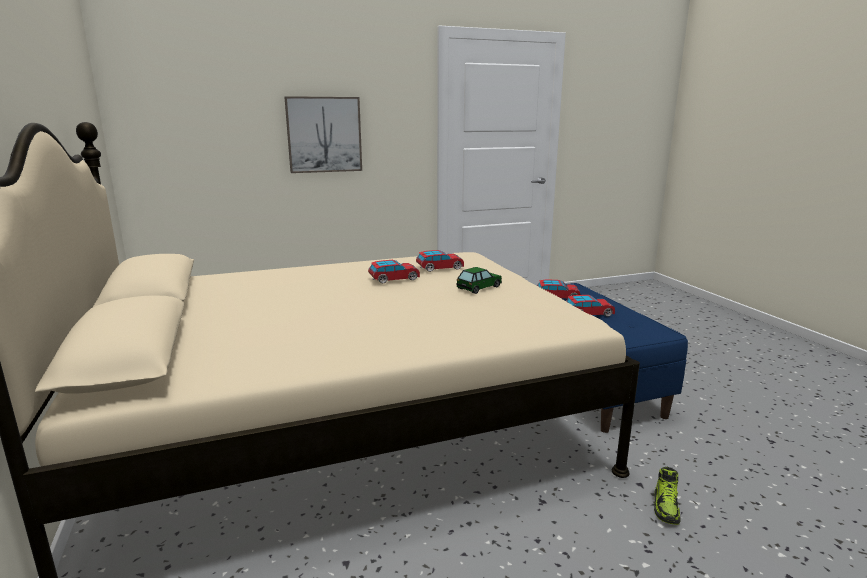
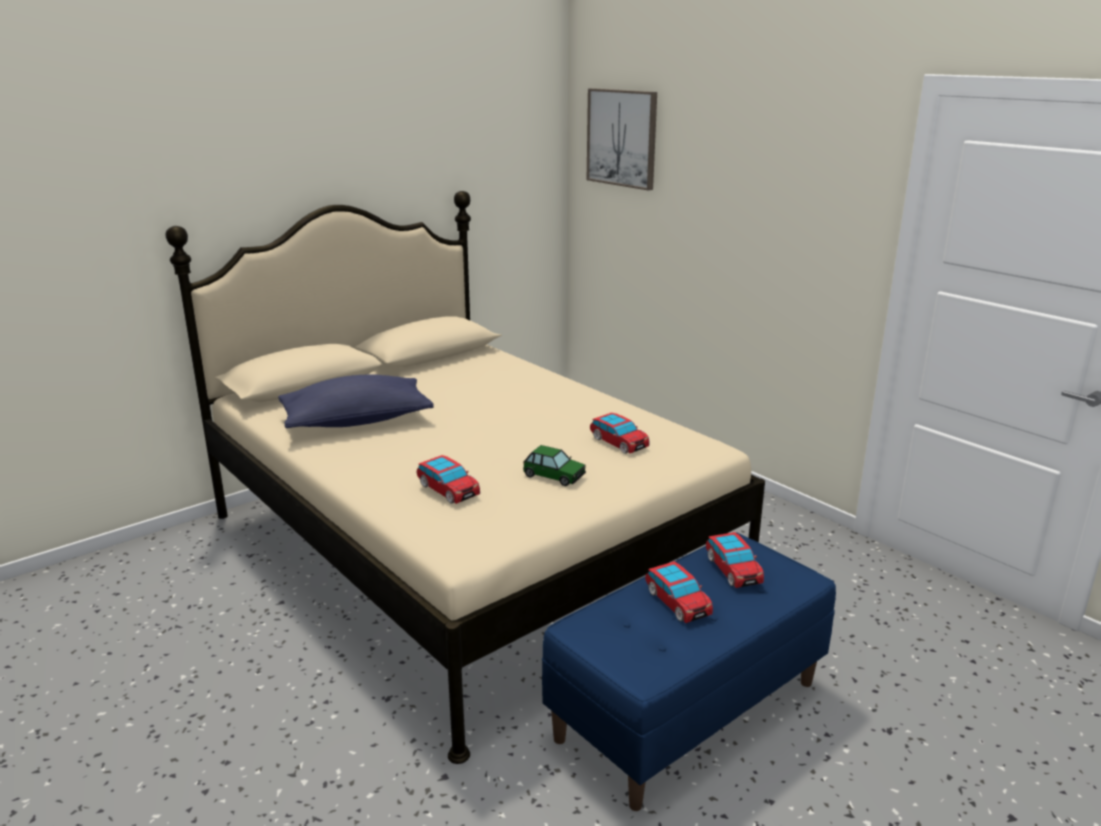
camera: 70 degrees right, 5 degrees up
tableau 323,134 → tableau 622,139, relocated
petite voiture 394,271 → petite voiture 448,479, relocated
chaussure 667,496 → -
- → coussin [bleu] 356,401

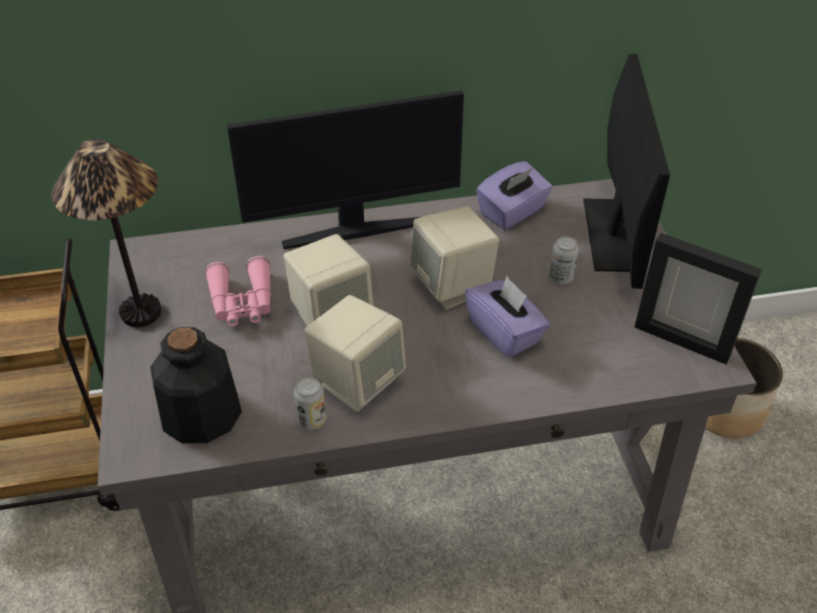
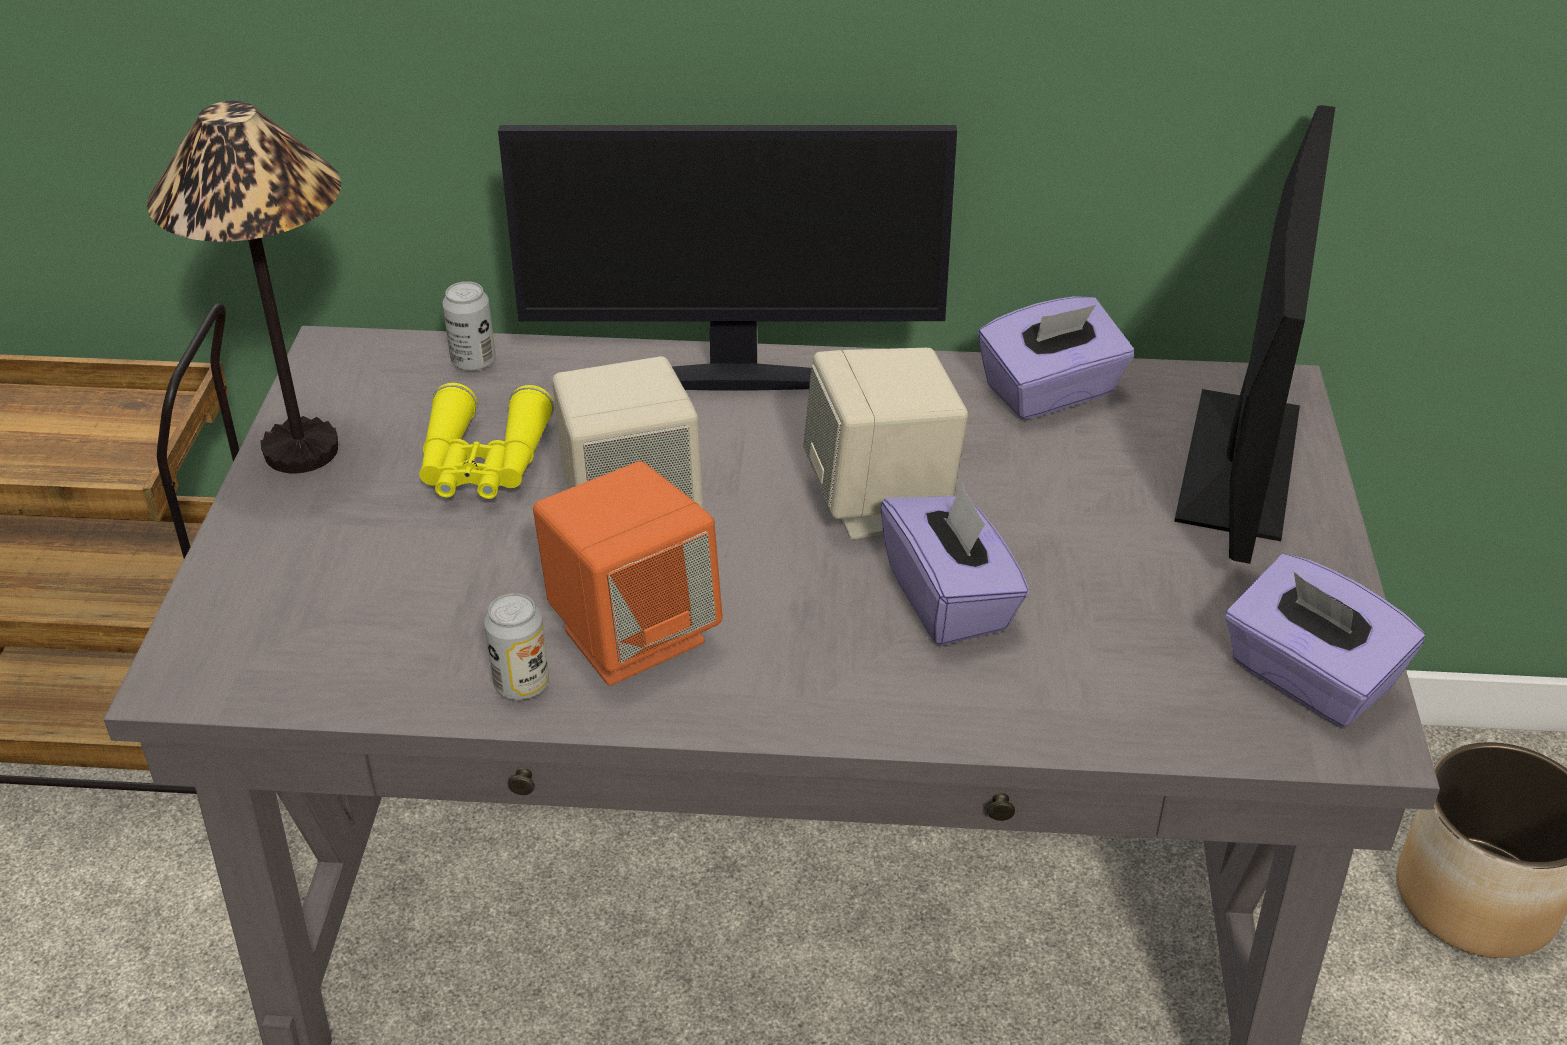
camera: 15 degrees right, 5 degrees down
bouteille 196,385 → -
jumelles [rose] 238,291 → jumelles [jaune] 486,441
enceinte [beige] 355,353 → enceinte [orange] 628,573
boîte métallique 564,260 → boîte métallique 469,326, relocated
cadre photo 698,298 → boîte à mouchoirs [violet] 1325,640

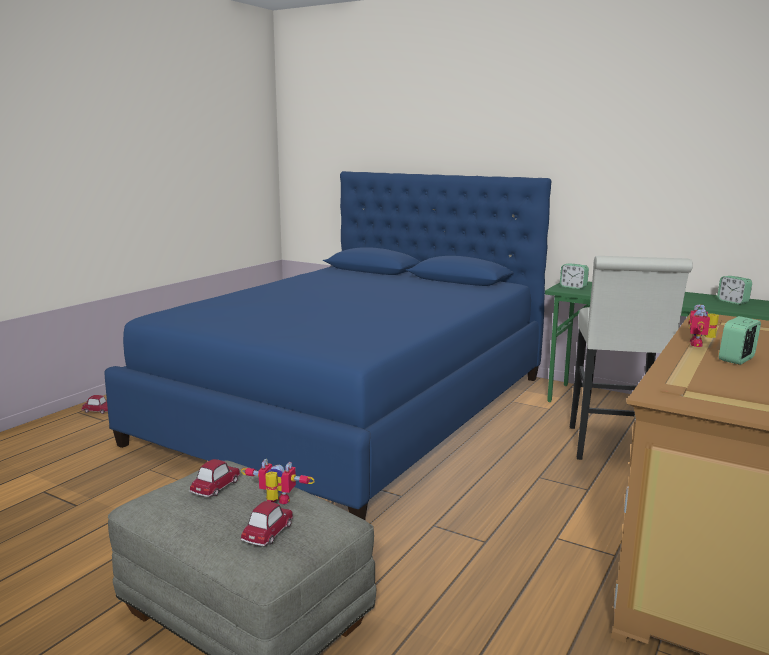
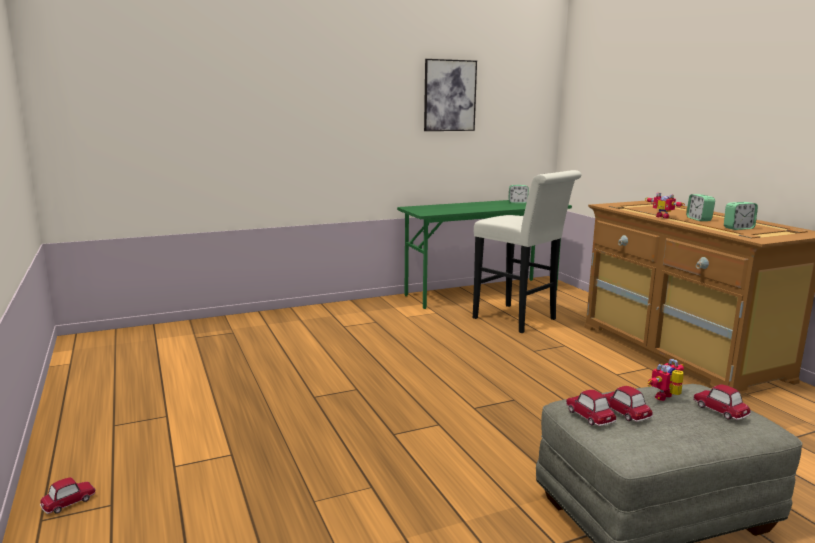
camera: 55 degrees left, 0 degrees up
lit [bleu] 327,345 → -
réveil 574,276 → réveil 741,216, relocated
- → tableau 450,95
- → petite voiture 591,408

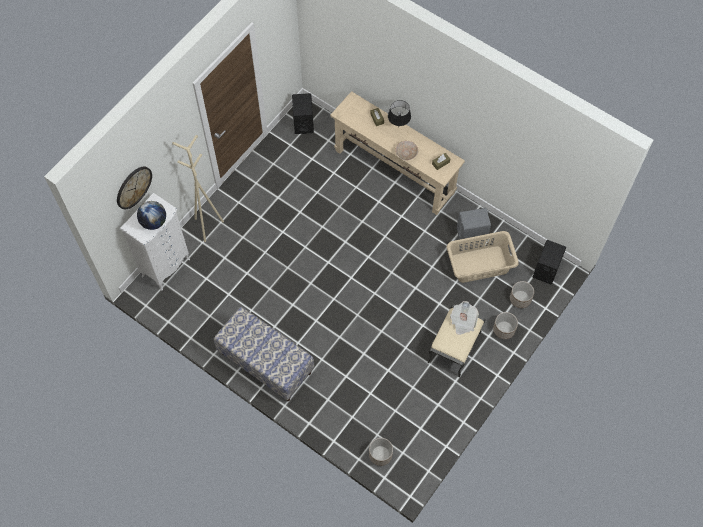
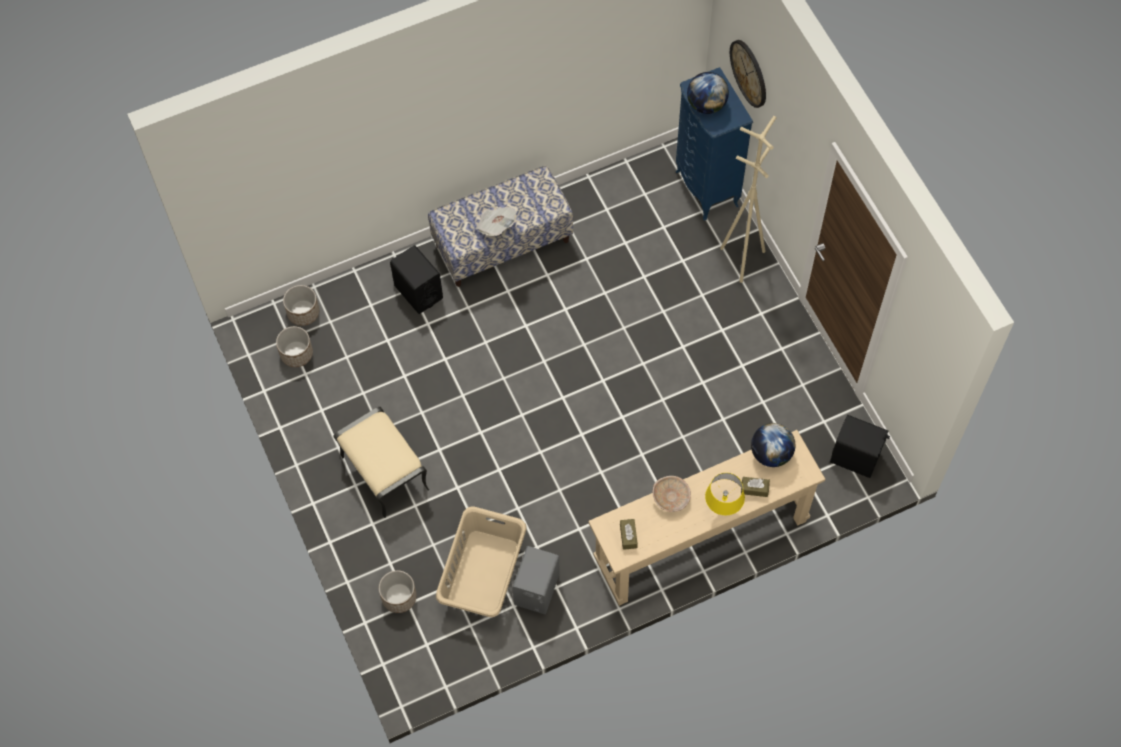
camera: 120 degrees right, 0 degrees up
commode [blanc] 155,242 → commode [bleu] 714,144
lampe de table [noir] 399,114 → lampe de table [jaune] 725,494
journal 464,318 → journal 496,221, relocated
cache-pot 505,325 → cache-pot 294,346, relocated
enceinte [noir] 549,262 → enceinte [noir] 416,279, relocated
- → globe 773,445

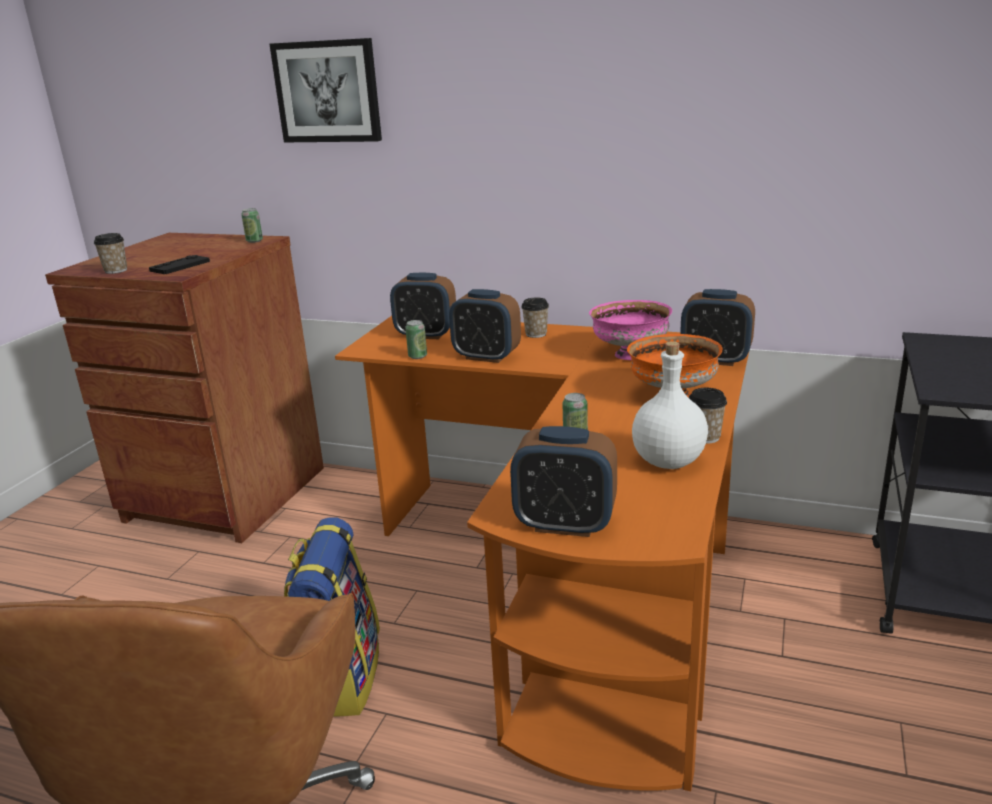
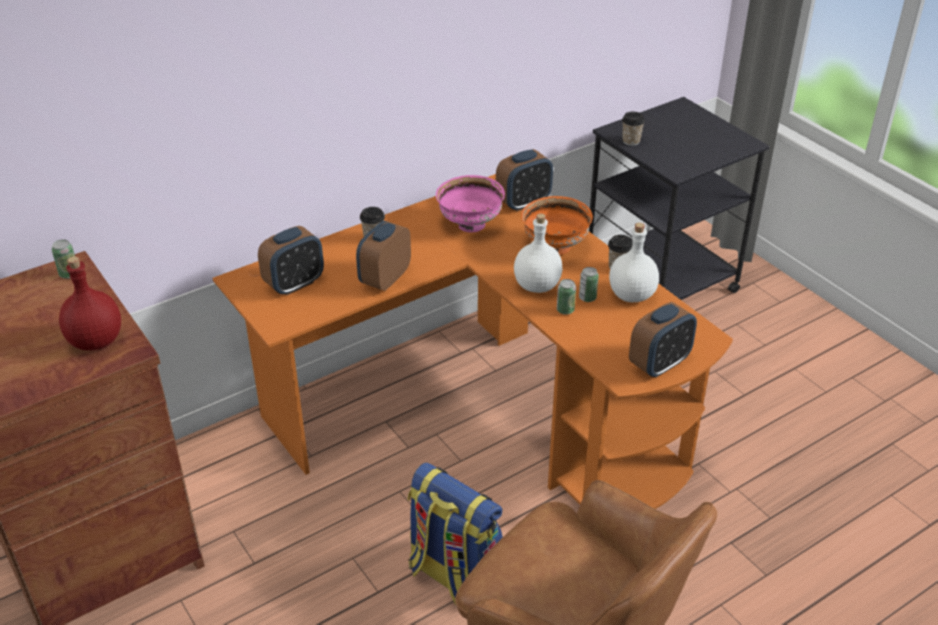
camera: 55 degrees left, 15 degrees up
tasse 110,253 → tasse 633,129, relocated
manette [noir] 179,264 → bouteille [rouge] 90,303
tableau 325,90 → -
boîte métallique 416,339 → boîte métallique 589,284, relocated
réveil 485,326 → réveil 383,256, 150 degrees clockwise
- → bouteille [blanc] 538,253

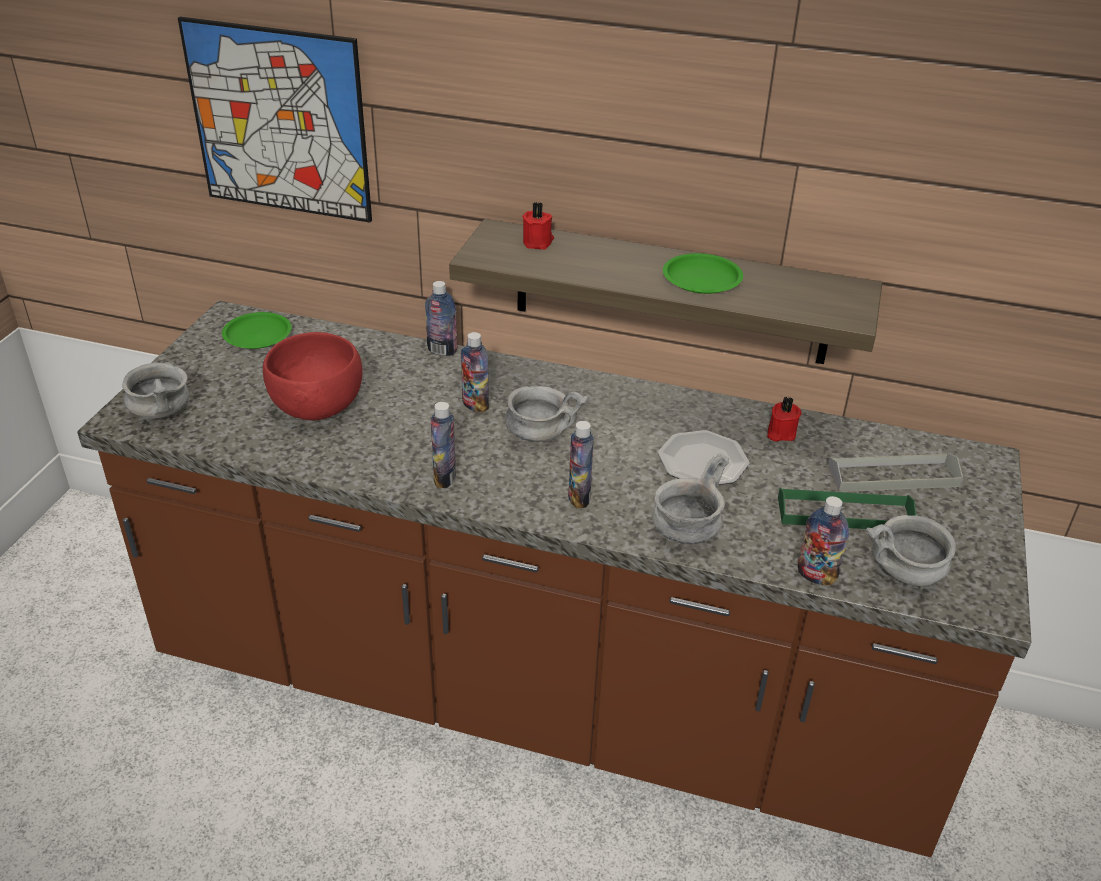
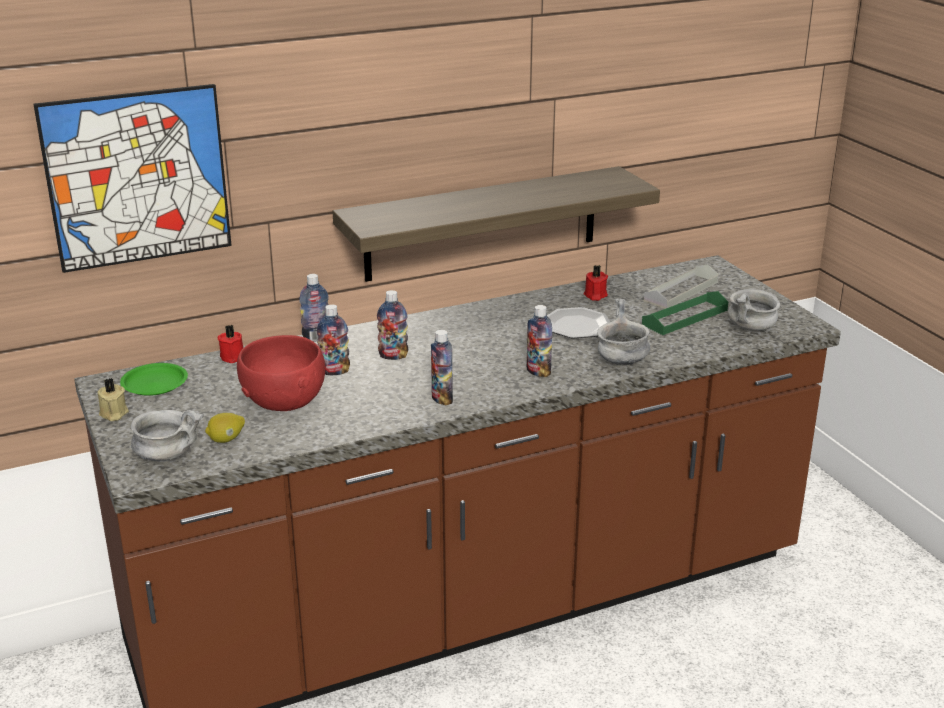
camera: 40 degrees left, 10 degrees down
bol [gris] 546,414 → -
bougie [rouge] 538,225 → bougie [rouge] 230,344, relocated
assiette [vert] 703,273 → -
bouteille 823,540 → bouteille 333,339, relocated
- → bougie [beige] 113,399
- → citron 225,428

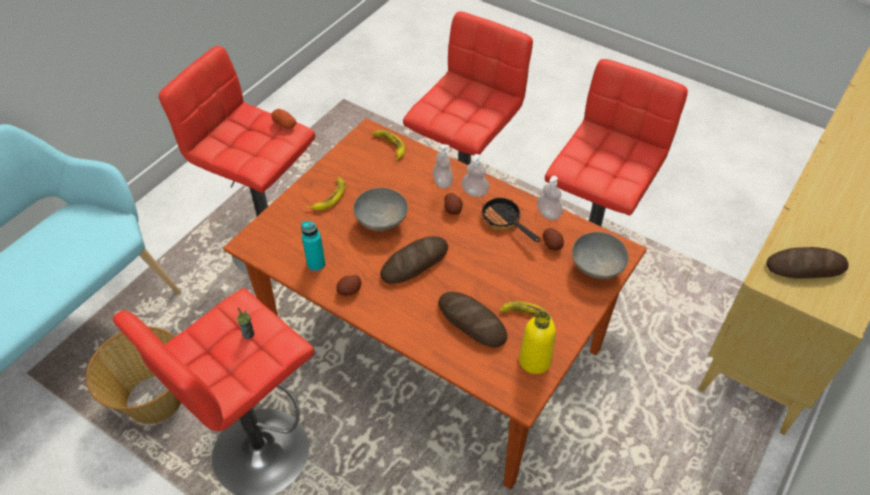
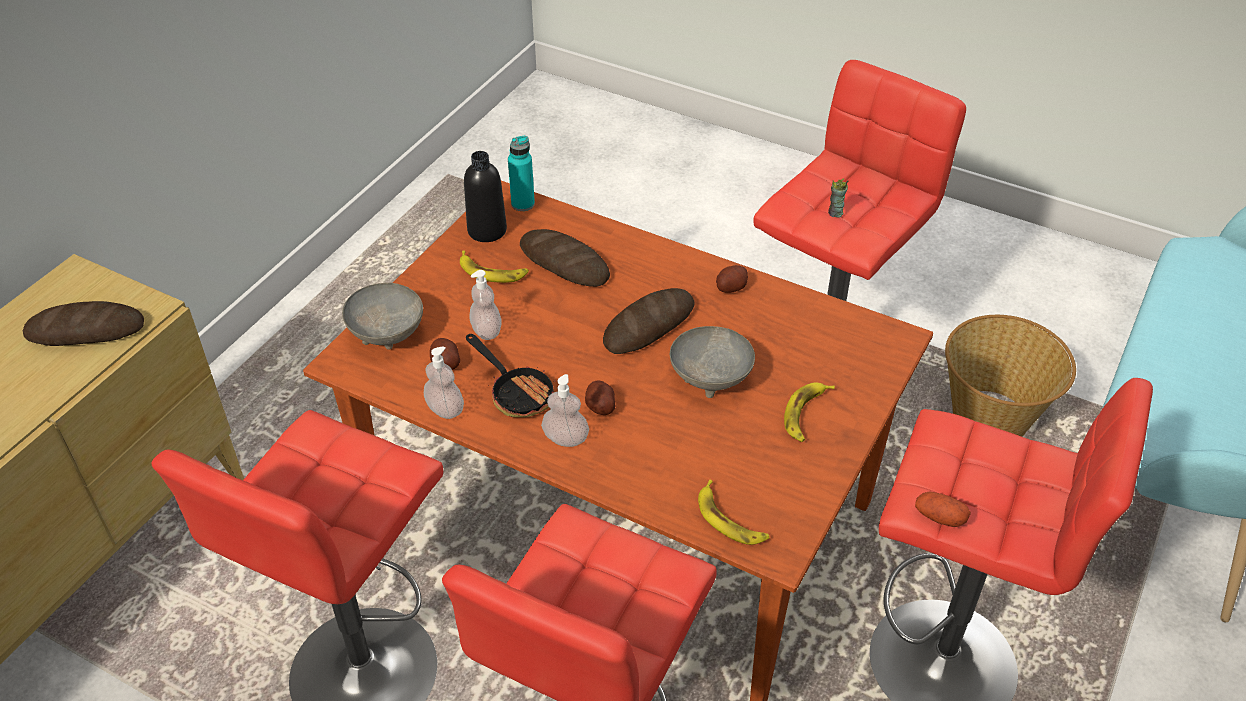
camera: 175 degrees right, 5 degrees down
bouteille [turquoise] 313,246 → bouteille [turquoise] 521,173, relocated
distributeur de savon 443,166 → distributeur de savon 485,305, relocated
bouteille [jaune] 537,342 → bouteille [noir] 485,196

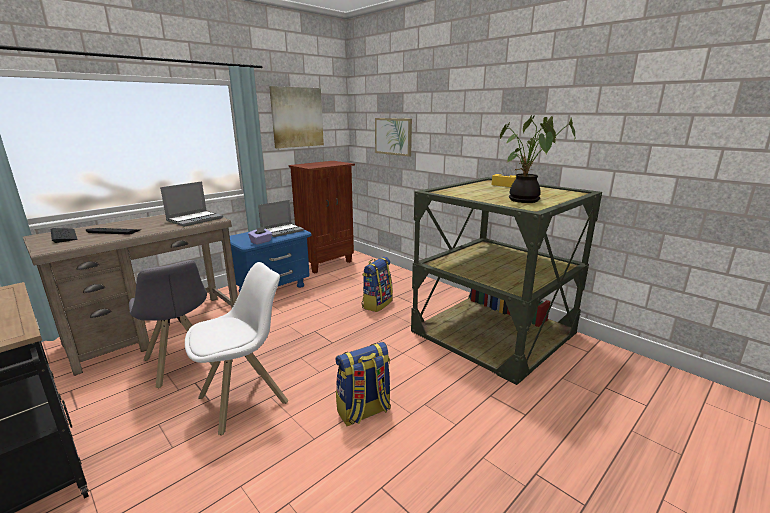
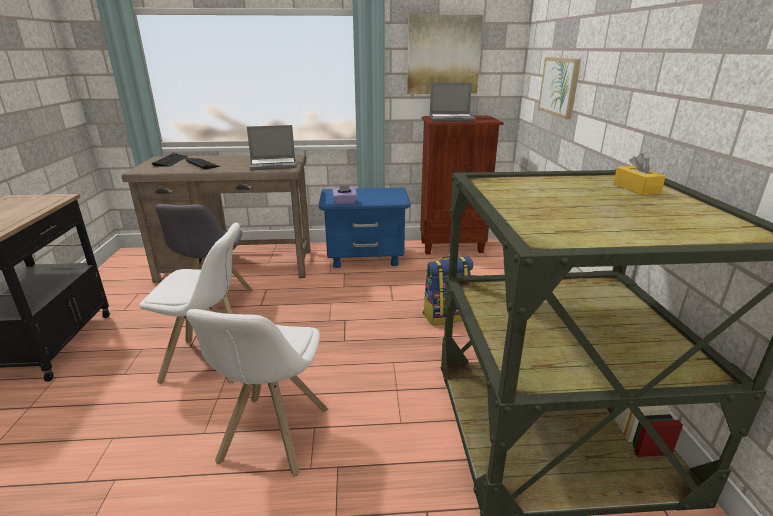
camera: 40 degrees right, 5 degrees up
ordinateur portable 281,218 → ordinateur portable 453,102, relocated
sac à dos 363,384 → chaise [blanc] 257,392
plante en pot 537,159 → -

